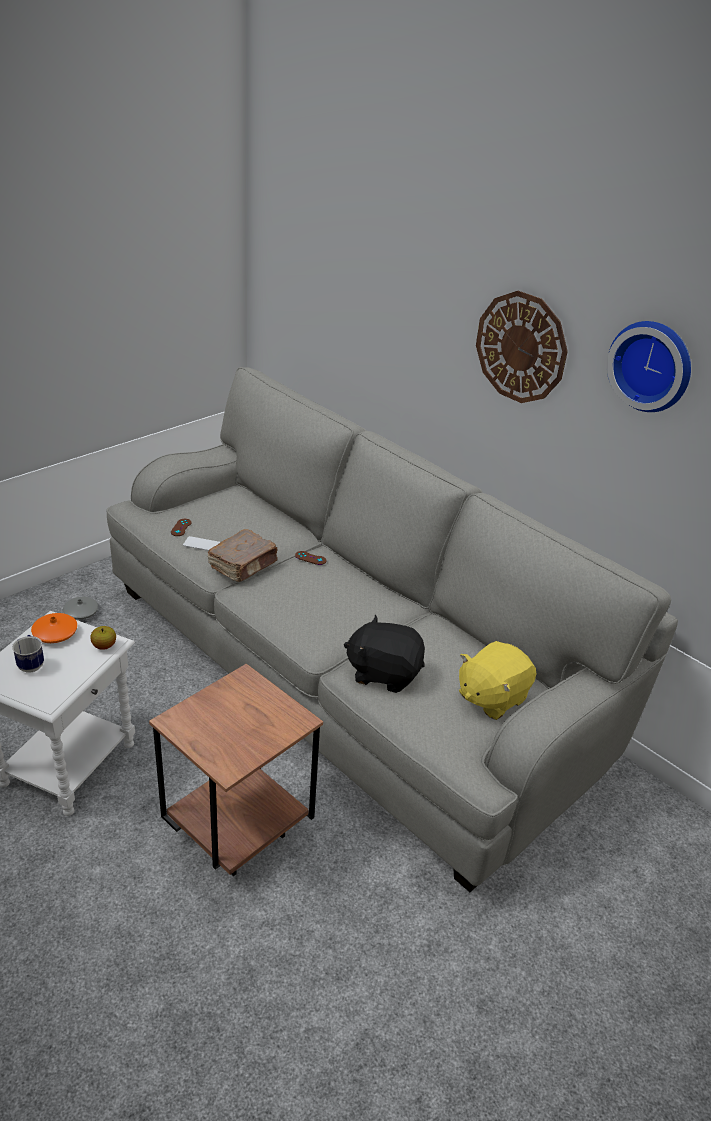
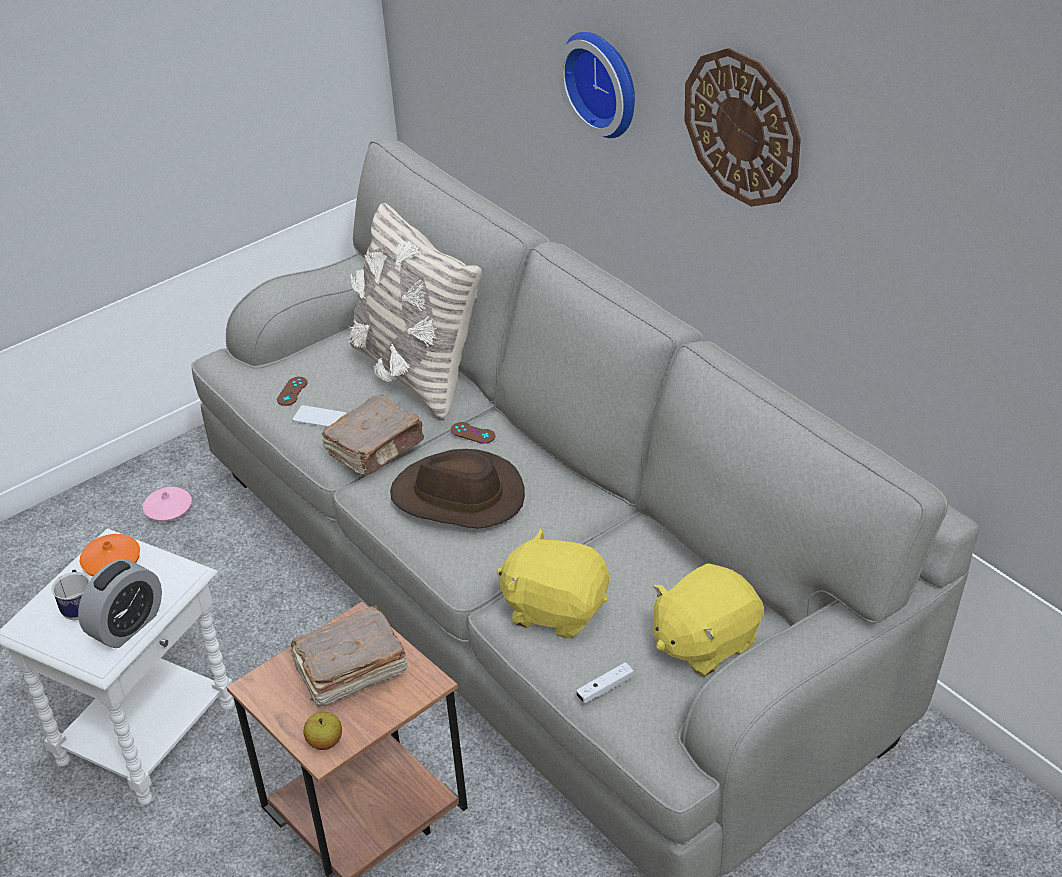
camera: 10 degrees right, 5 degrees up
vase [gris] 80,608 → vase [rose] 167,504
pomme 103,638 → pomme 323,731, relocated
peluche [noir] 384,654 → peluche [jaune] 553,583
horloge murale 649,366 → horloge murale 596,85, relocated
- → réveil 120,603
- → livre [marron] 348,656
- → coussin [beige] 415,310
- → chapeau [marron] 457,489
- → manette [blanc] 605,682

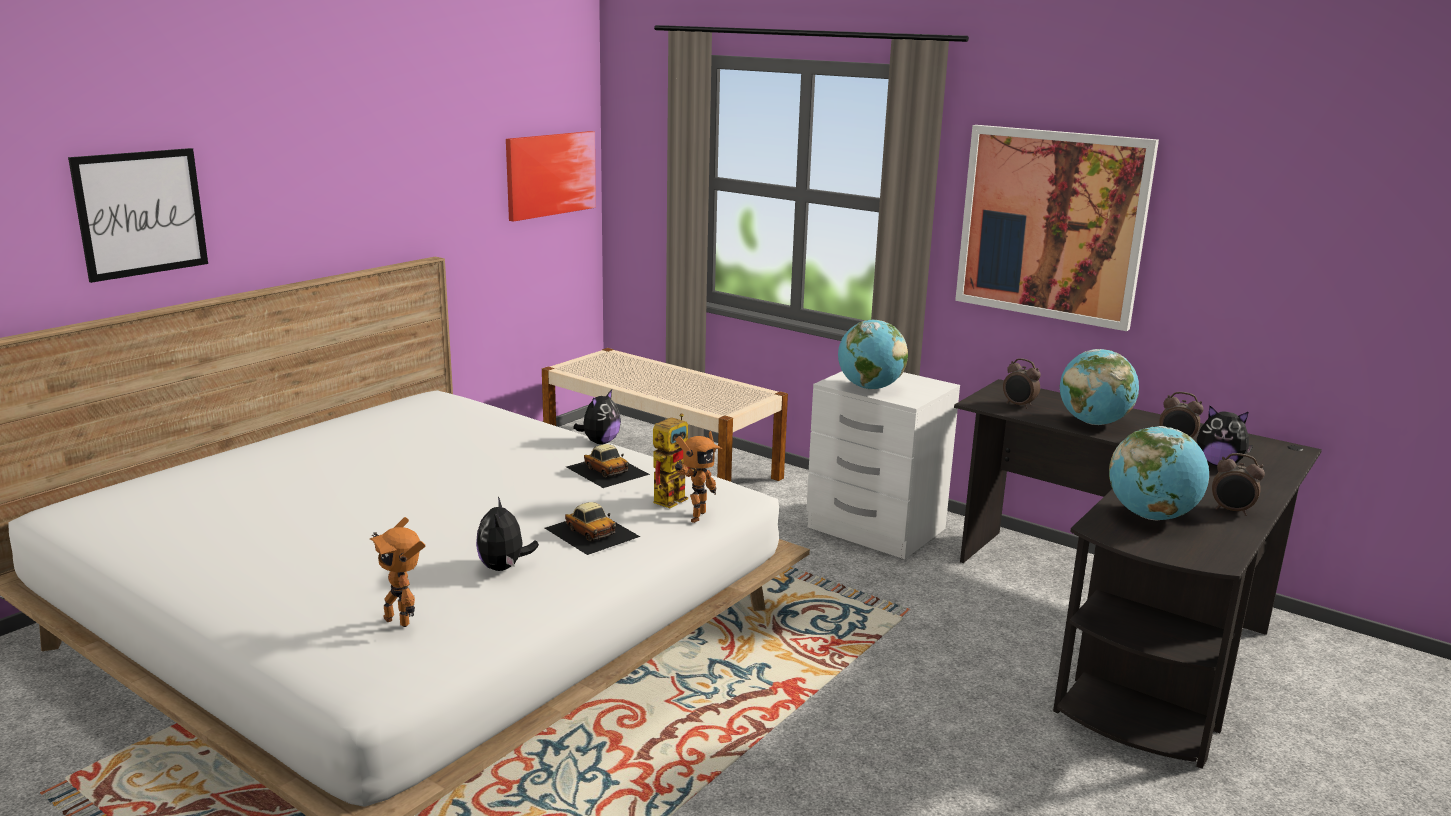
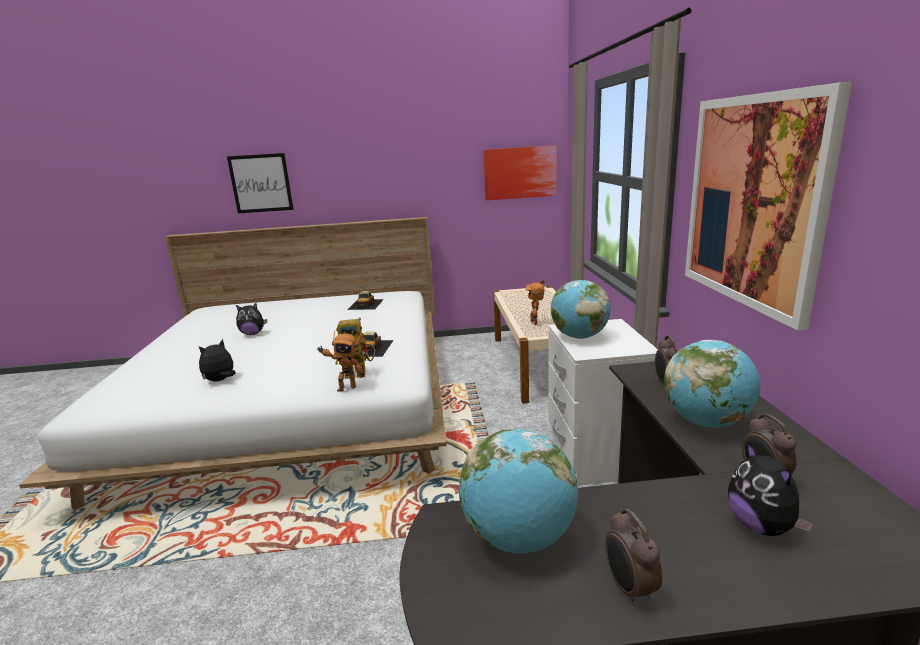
camera: 50 degrees right, 0 degrees up
robot jouet 397,572 → robot jouet 535,302, relocated
petite voiture 592,528 → petite voiture 366,300, relocated
peluche 597,417 → peluche 251,319, relocated

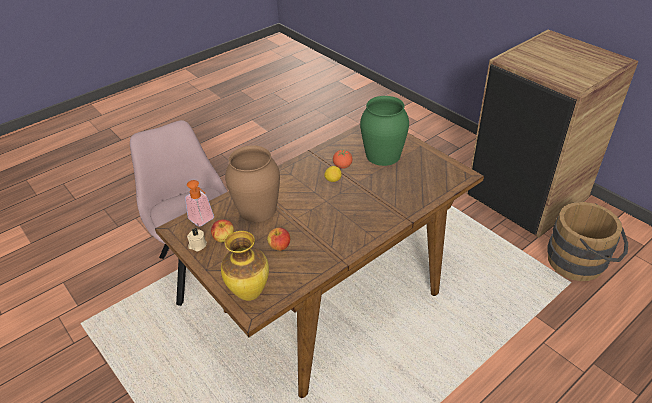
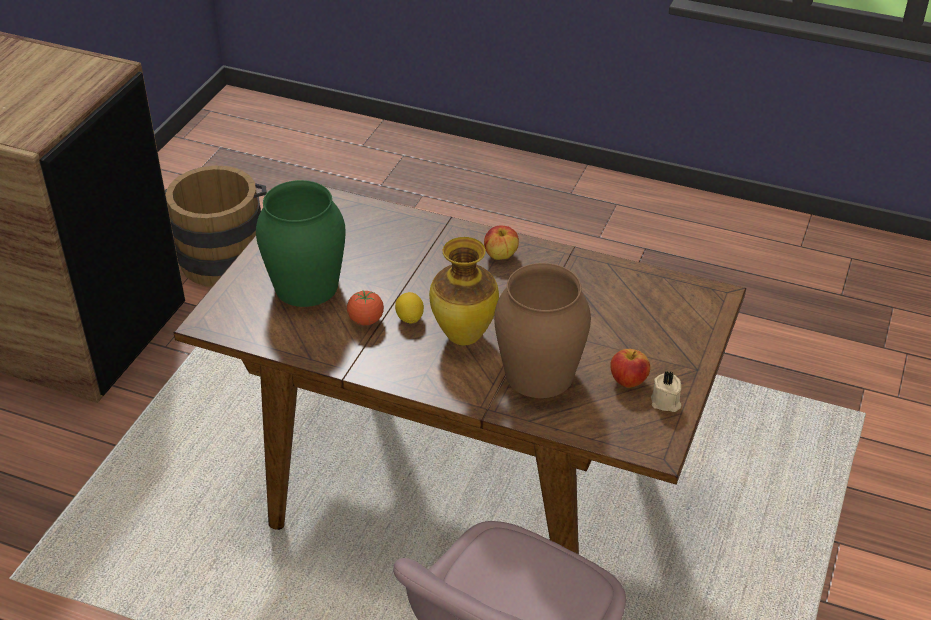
camera: 120 degrees left, 0 degrees up
distributeur de savon 199,203 → -
vase 245,266 → vase 464,291, relocated
pomme 278,239 → pomme 501,243, relocated

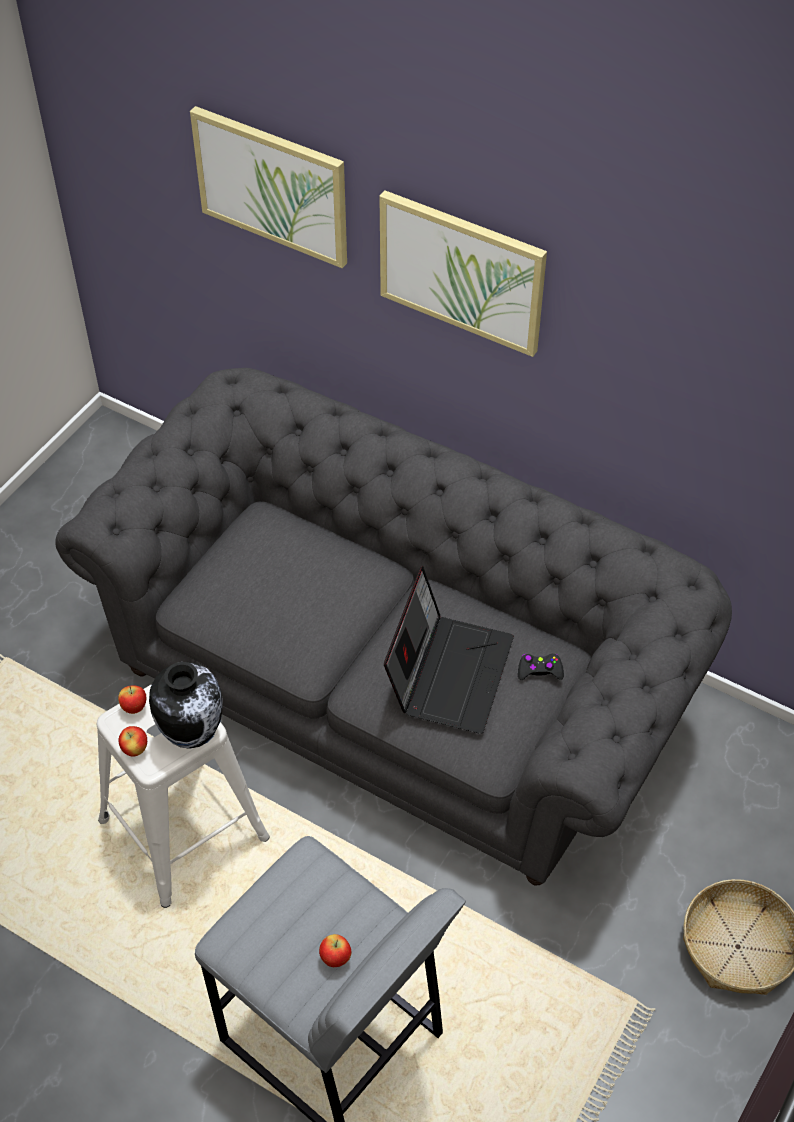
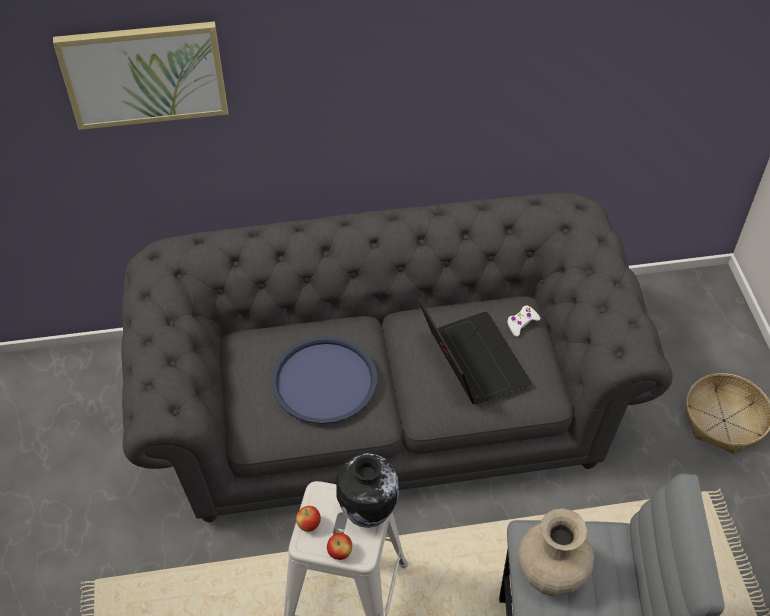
camera: 40 degrees left, 0 degrees up
pomme 335,950 → -
tableau 463,273 → -
manette [noir] 541,667 → manette [blanc] 523,321
- → plateau [bleu] 324,380
- → vase [beige] 556,552

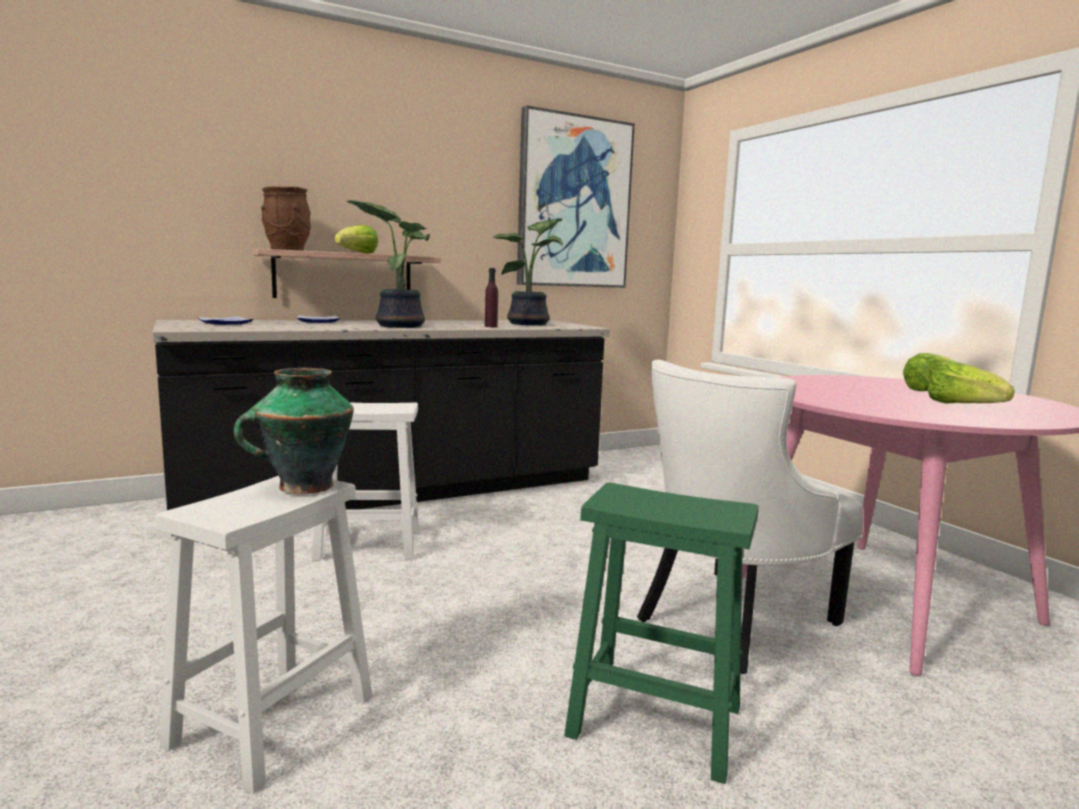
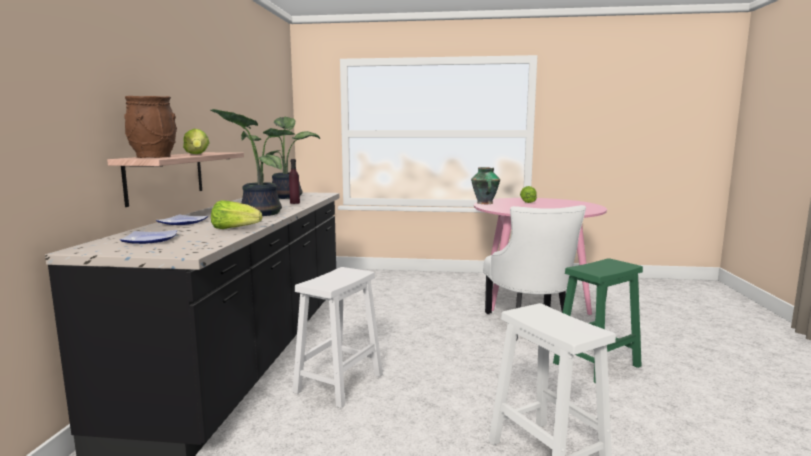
camera: 55 degrees left, 0 degrees up
vase 294,431 → vase 485,185, relocated
tableau 576,196 → -
laitue 971,382 → laitue 236,214, relocated

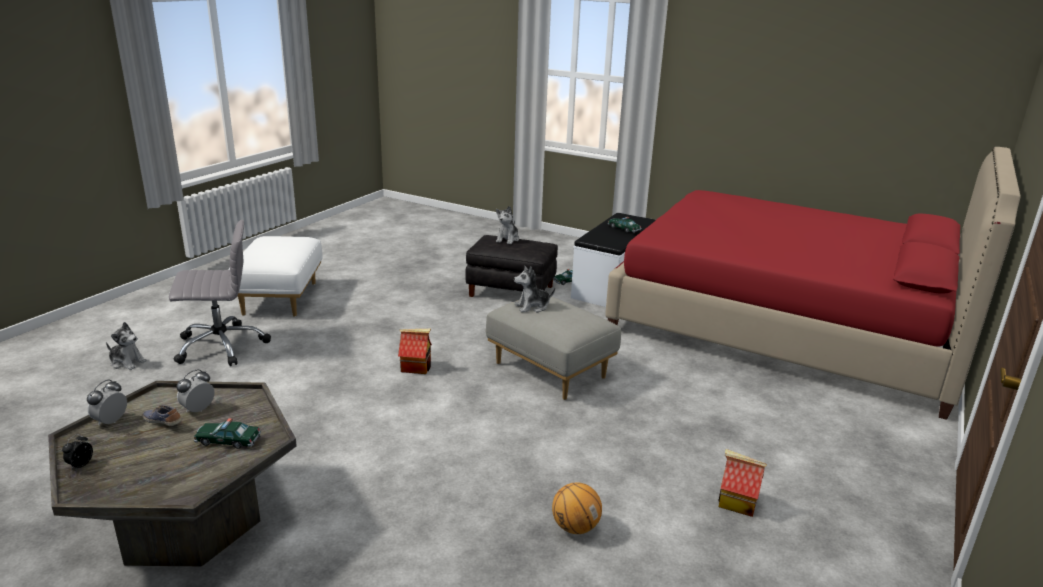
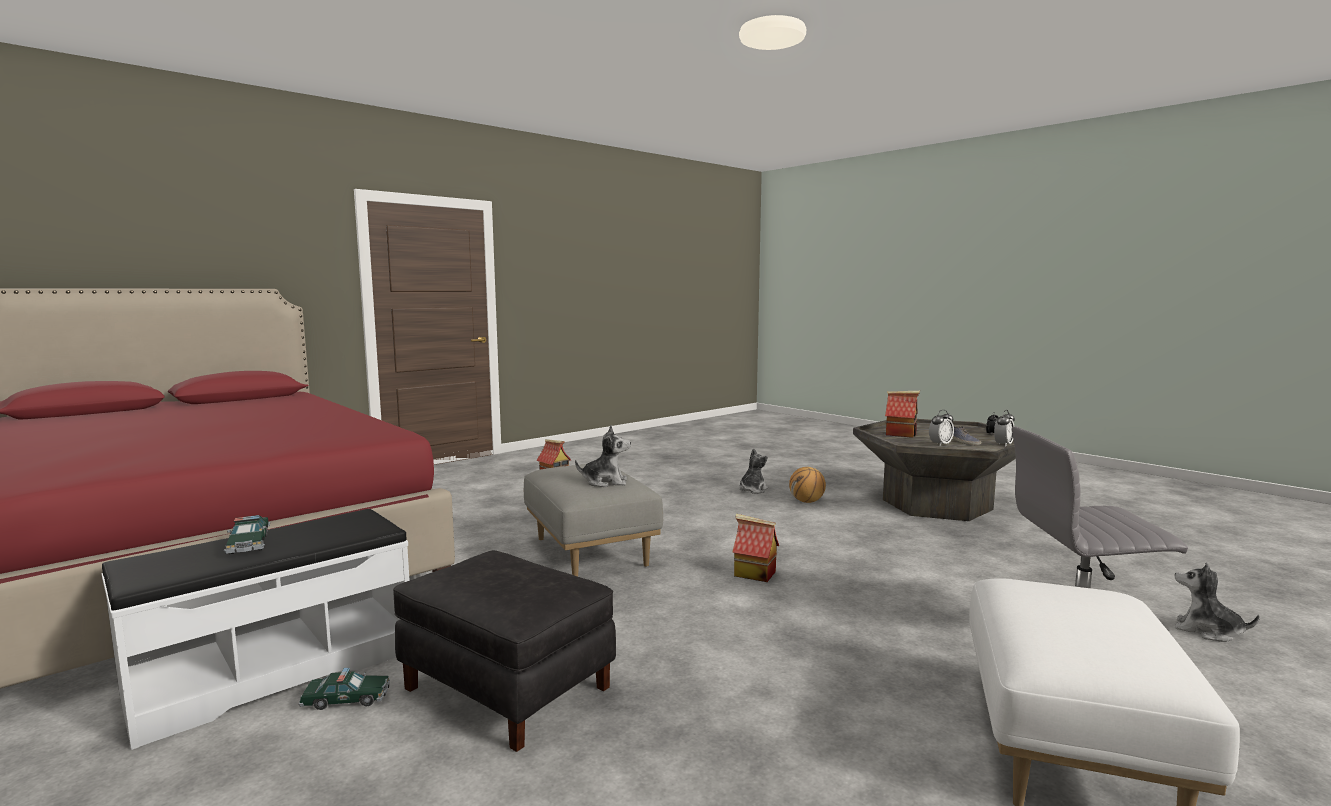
camera: 160 degrees left, 15 degrees down
petite voiture 227,433 → maison miniature 902,414
peluche 507,225 → peluche 753,471, relocated
ballon de basket 577,508 → ballon de basket 807,485, relocated

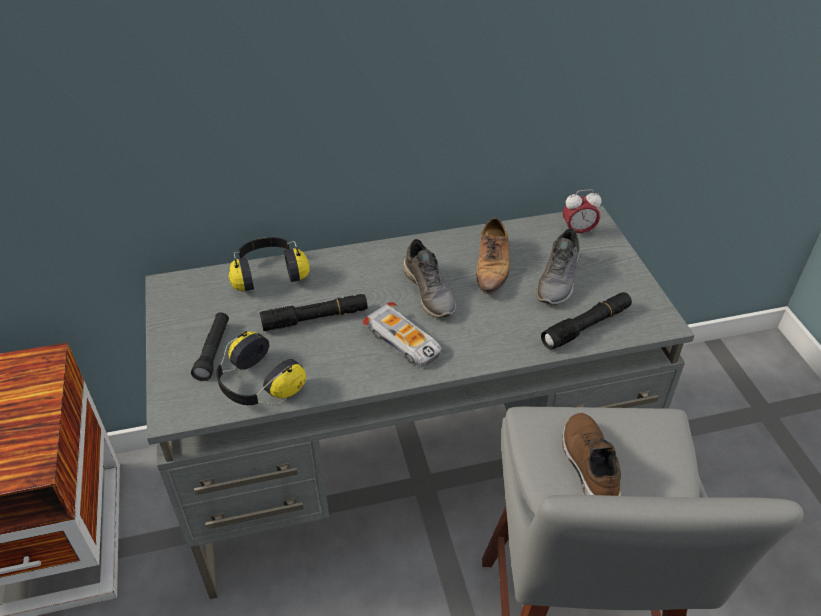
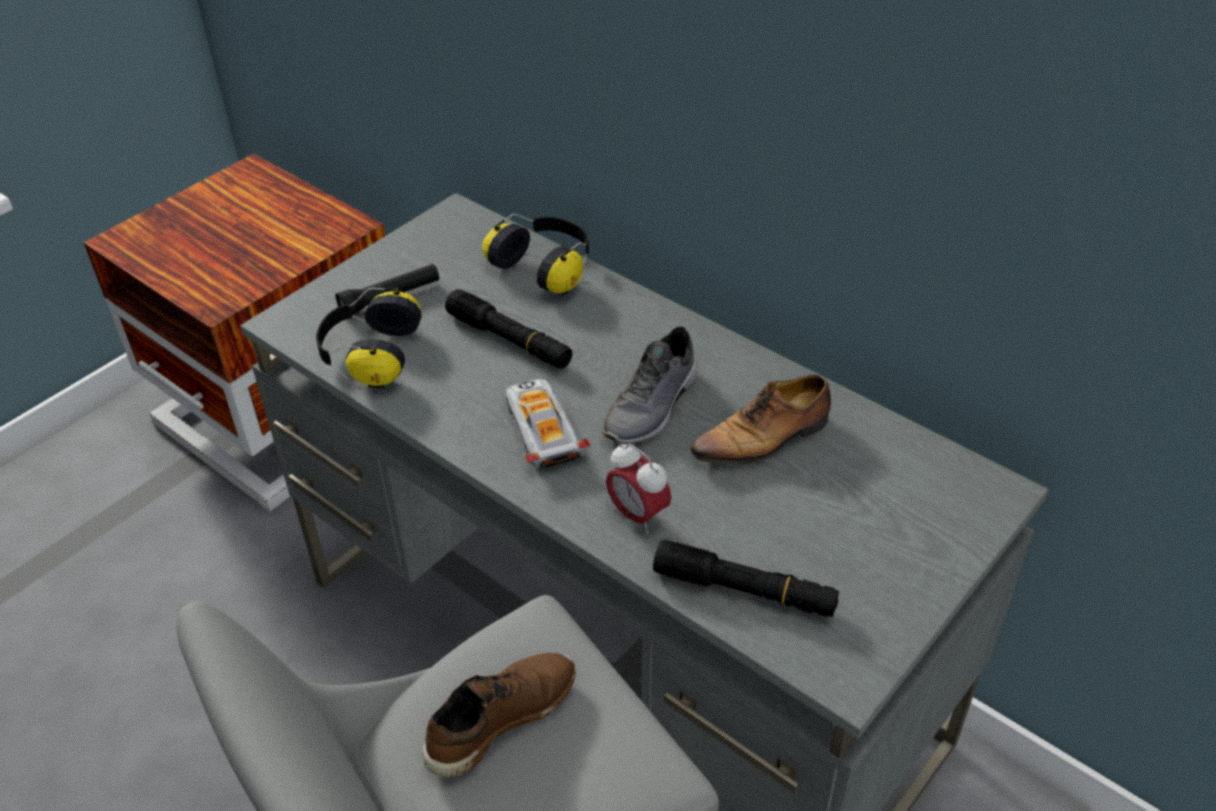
camera: 55 degrees right, 0 degrees up
petite voiture 402,335 → petite voiture 548,424, 150 degrees clockwise
chaussure [gris] 557,266 → -
réveil 582,211 → réveil 638,488, relocated

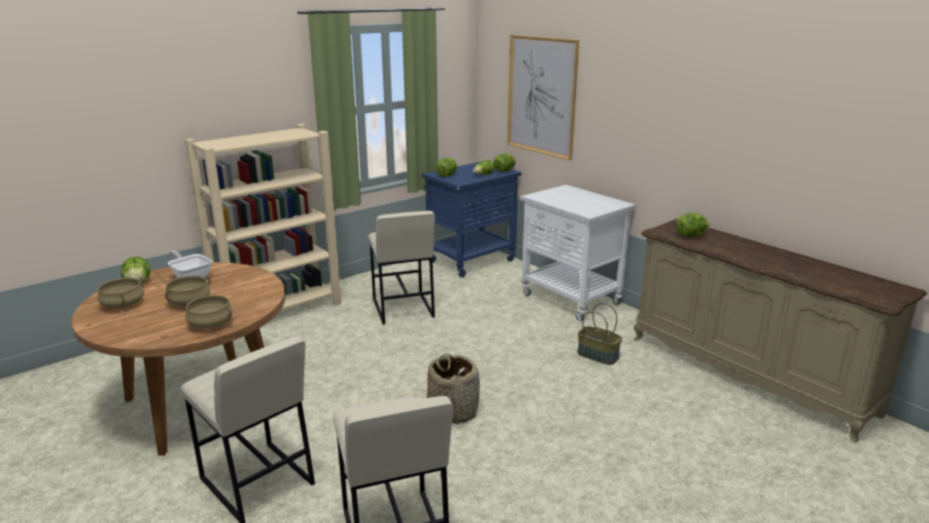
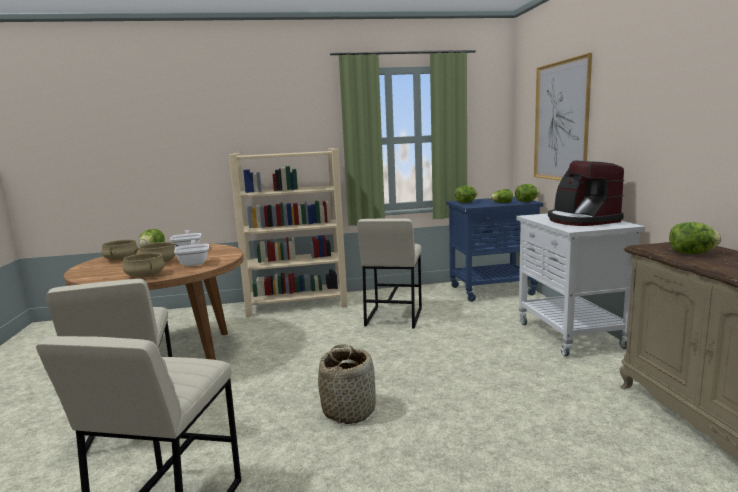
camera: 30 degrees right, 10 degrees down
panier 599,334 → -
- → poêle 191,253
- → machine à café 586,193

